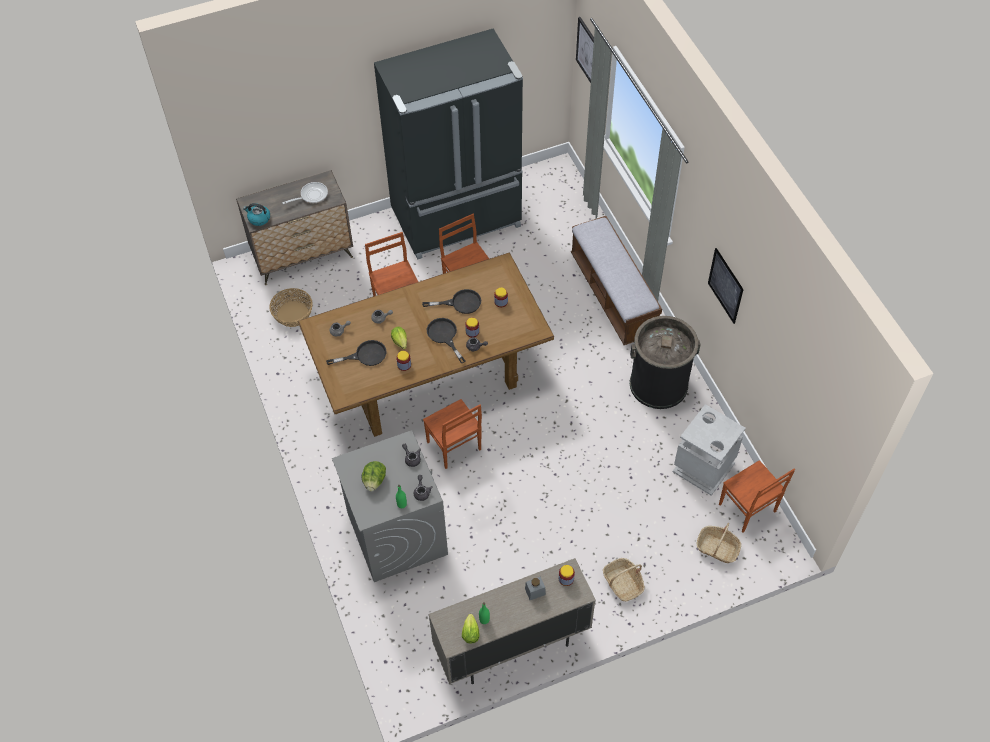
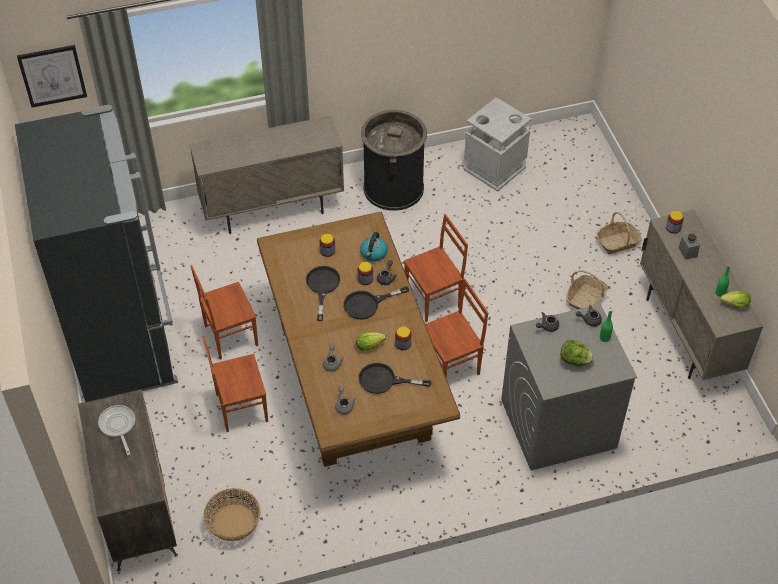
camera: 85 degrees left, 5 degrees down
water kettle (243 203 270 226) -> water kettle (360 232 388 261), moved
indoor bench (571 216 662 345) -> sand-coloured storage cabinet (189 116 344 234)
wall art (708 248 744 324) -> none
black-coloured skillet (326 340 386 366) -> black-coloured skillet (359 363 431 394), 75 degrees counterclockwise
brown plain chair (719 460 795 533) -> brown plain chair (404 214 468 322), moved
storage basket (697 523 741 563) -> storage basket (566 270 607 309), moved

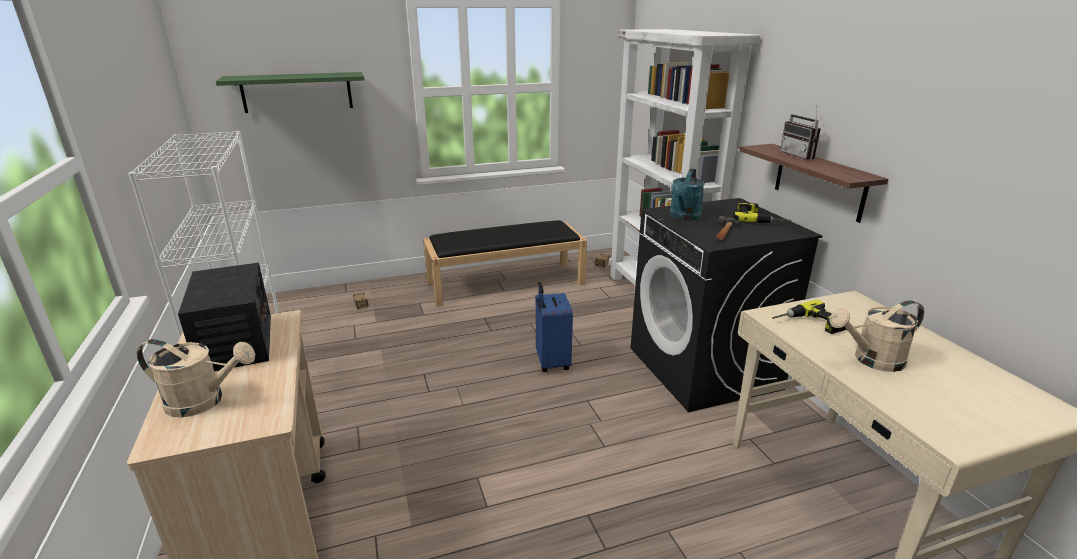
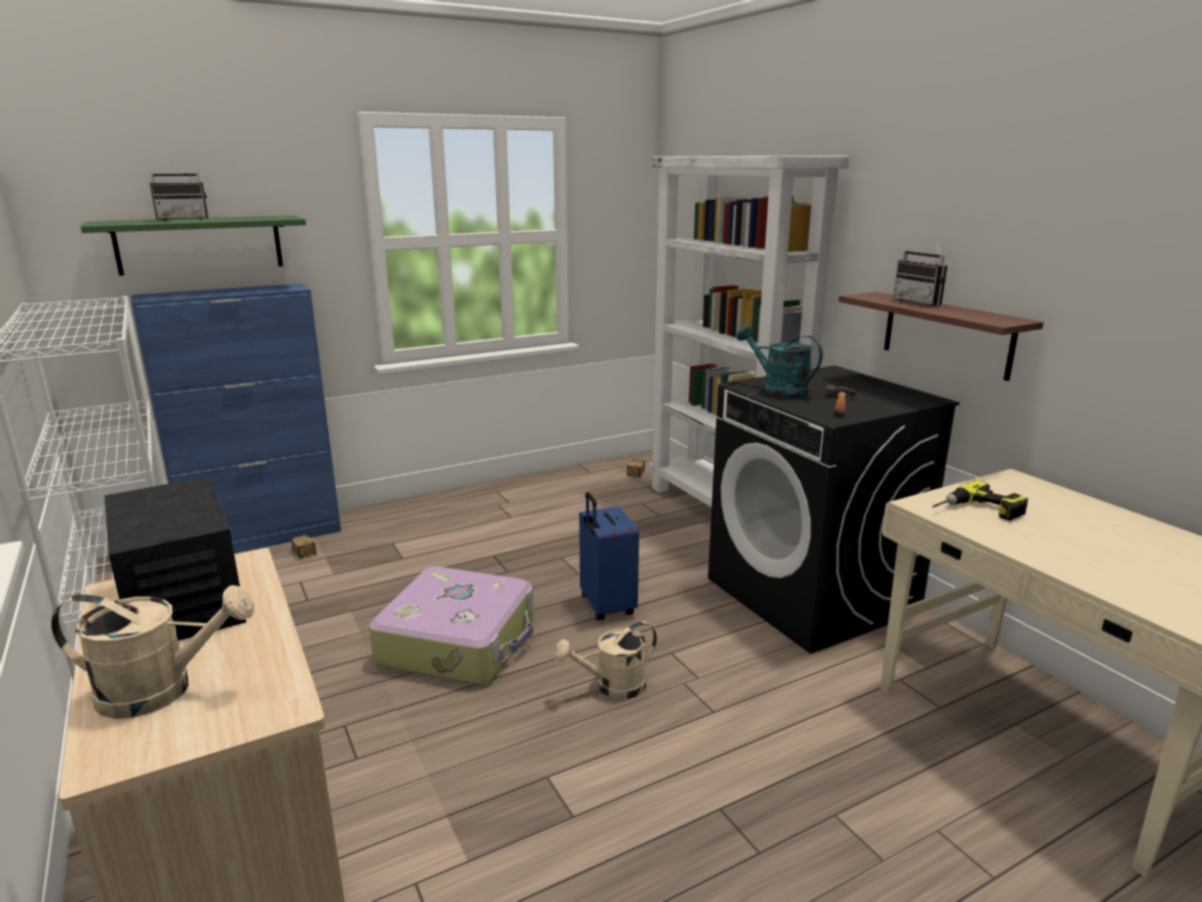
camera: 10 degrees left, 5 degrees down
blue-green sprinkling can (670 169 705 220) -> blue-green sprinkling can (736 325 823 398), 120 degrees clockwise
electric drill (732 203 791 223) -> none
black-coloured indoor bench (423 220 587 307) -> none
sand-coloured sprinkling can (829 300 924 372) -> sand-coloured sprinkling can (554 621 657 699), moved
none -> radio set (150 161 209 220)
none -> blue storage cabinet (131 283 341 553)
none -> piece of luggage (369 567 534 685)

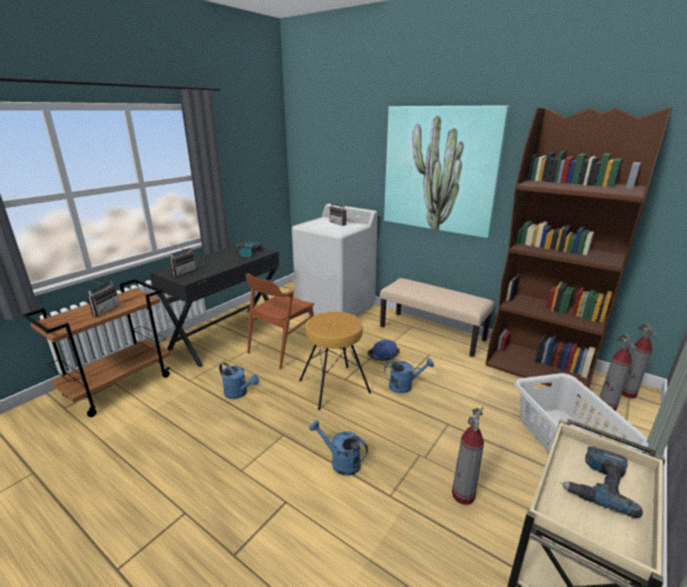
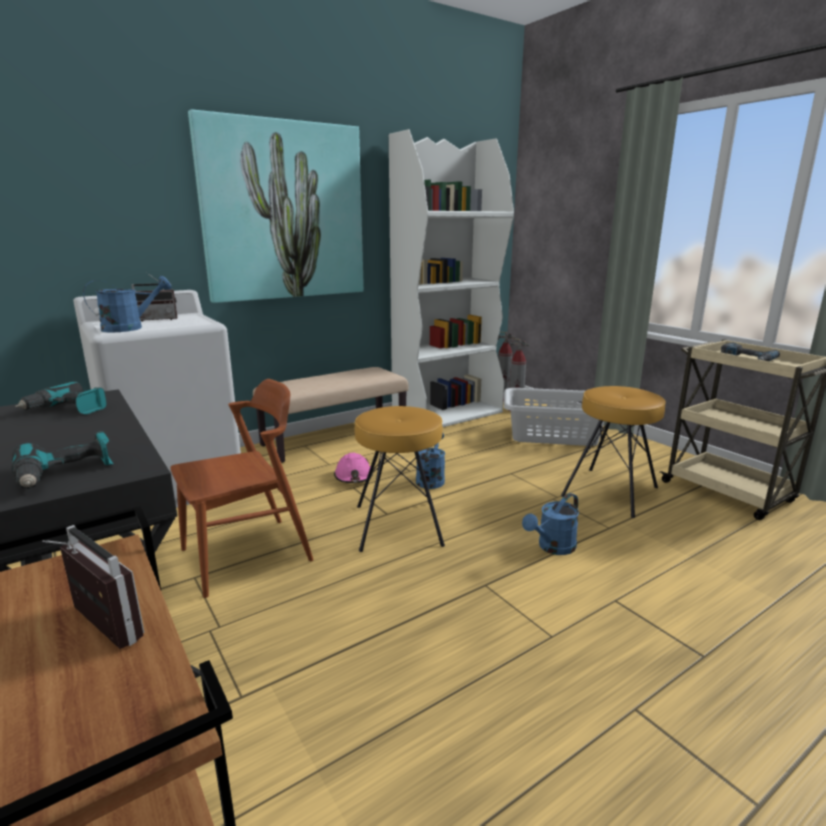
camera: 70 degrees left, 5 degrees down
brown bookcase (486 107 672 397) -> whitish bookcase (389 129 514 427)
radio set (170 244 196 277) -> electric drill (12 431 114 489)
brown plain chair (245 274 314 369) -> brown plain chair (170 379 314 598), 90 degrees counterclockwise
blue safety helmet (368 340 400 361) -> pink safety helmet (334 453 373 483)
blue sprinkling can (219 362 259 399) -> blue sprinkling can (83 276 171 333), moved
fire extinguisher (452 407 484 505) -> brown stool seat (561 386 666 518)

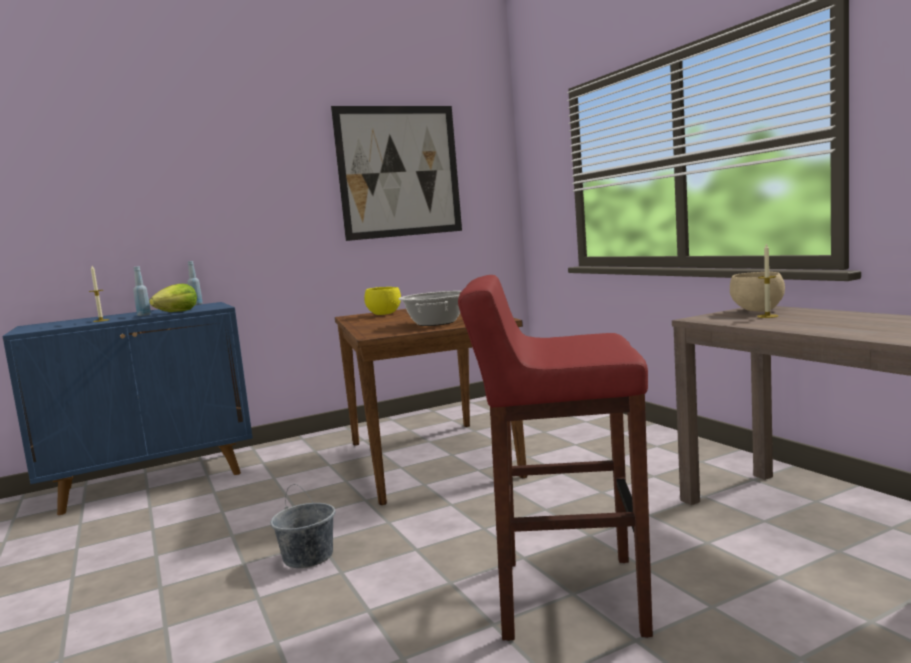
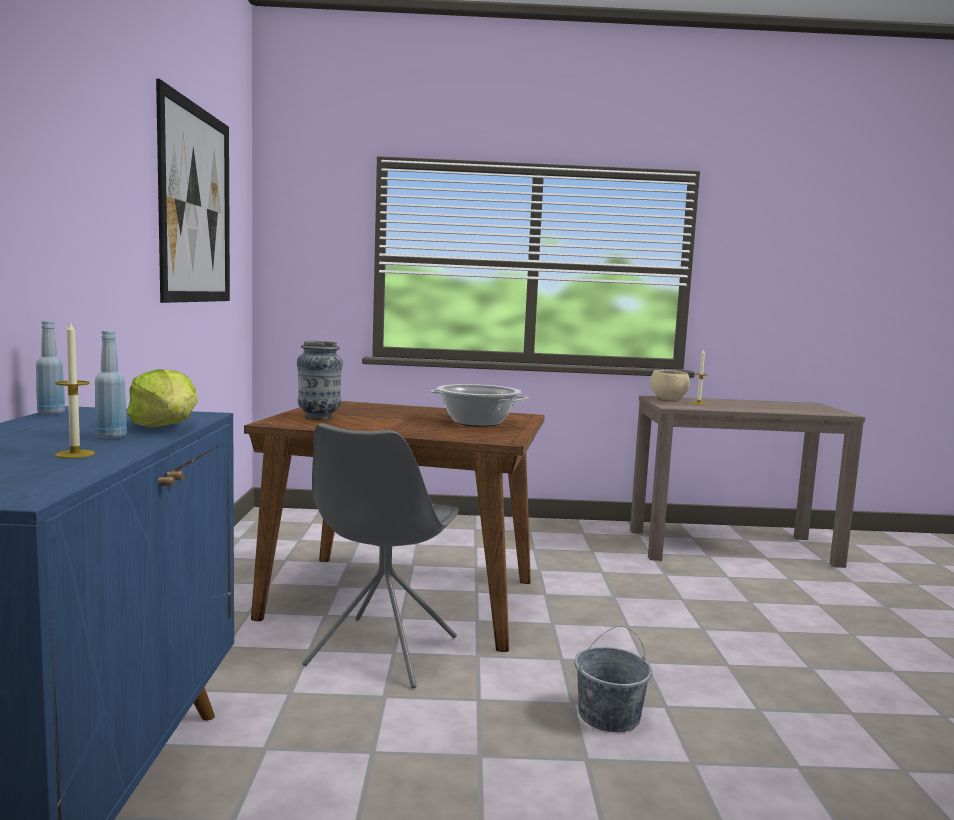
camera: 65 degrees left, 0 degrees up
reddish stool seat (458 275 653 641) -> none
yellowish deep dish (364 287 401 315) -> flower vase (297 341 343 420)
none -> greyish plain chair (302 423 459 688)

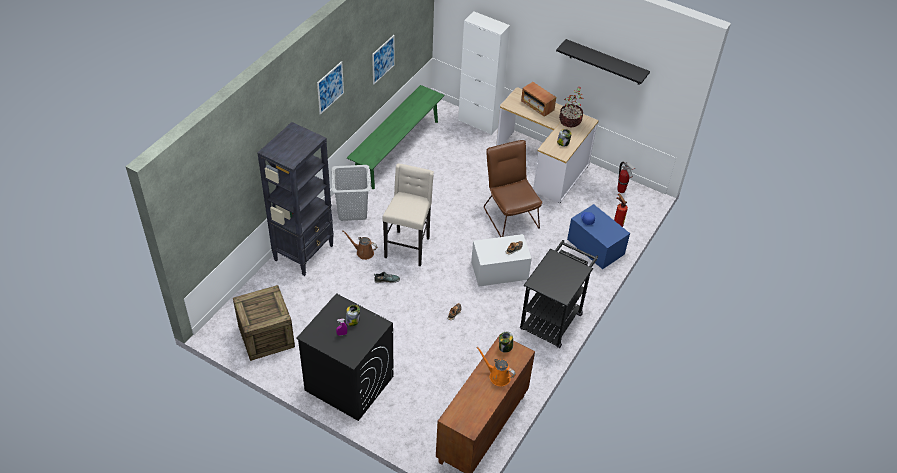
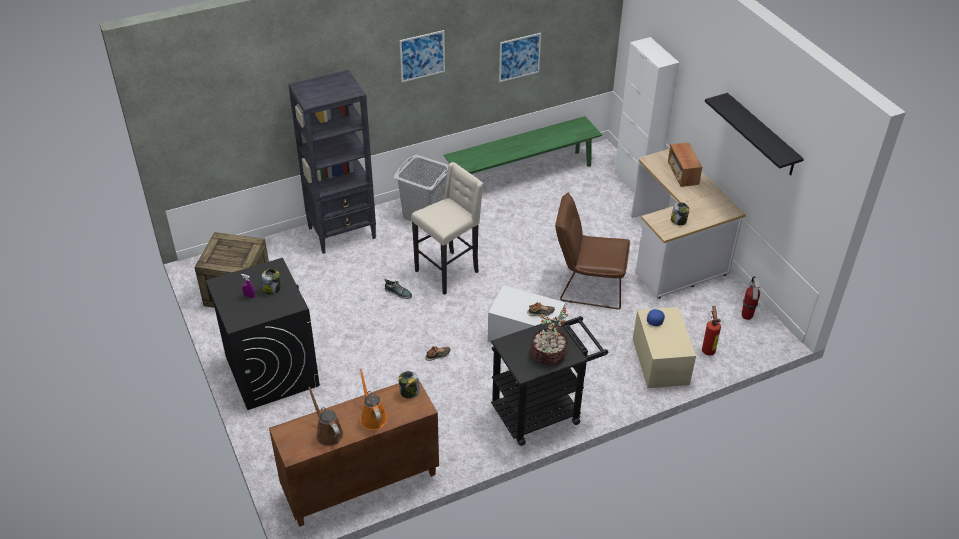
camera: 35 degrees right, 5 degrees down
plant in a pot (559 87 583 127) -> plant in a pot (531 308 568 365), moved
brown plain chair (484 140 542 237) -> brown plain chair (555 192 630 309), 90 degrees counterclockwise
blue storage container (567 204 630 269) -> sand-coloured storage container (633 307 696 388)
brown sprinkling can (342 230 377 260) -> brown sprinkling can (308 387 344 446), moved

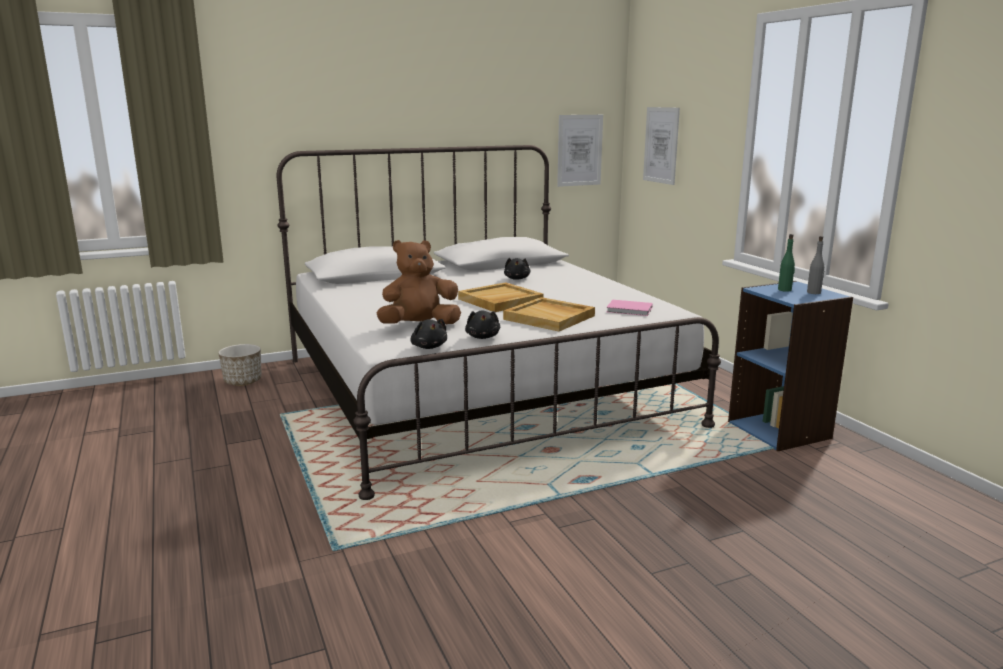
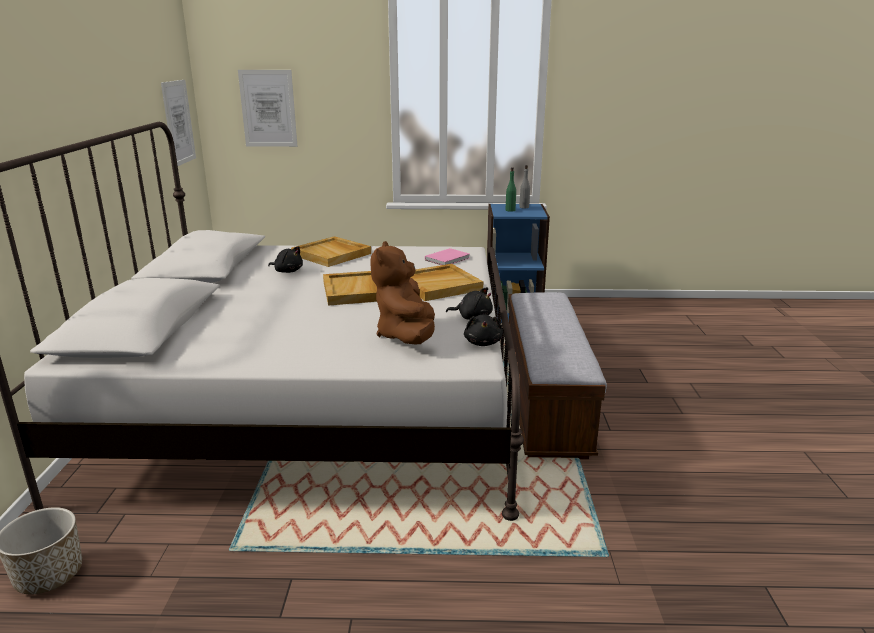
camera: 65 degrees left, 5 degrees up
black-coloured cuddly toy (410 319 447 349) -> black-coloured cuddly toy (464 314 503 346), 90 degrees clockwise
none -> sand-coloured tray (291 236 371 267)
none -> indoor bench (508 292 607 459)

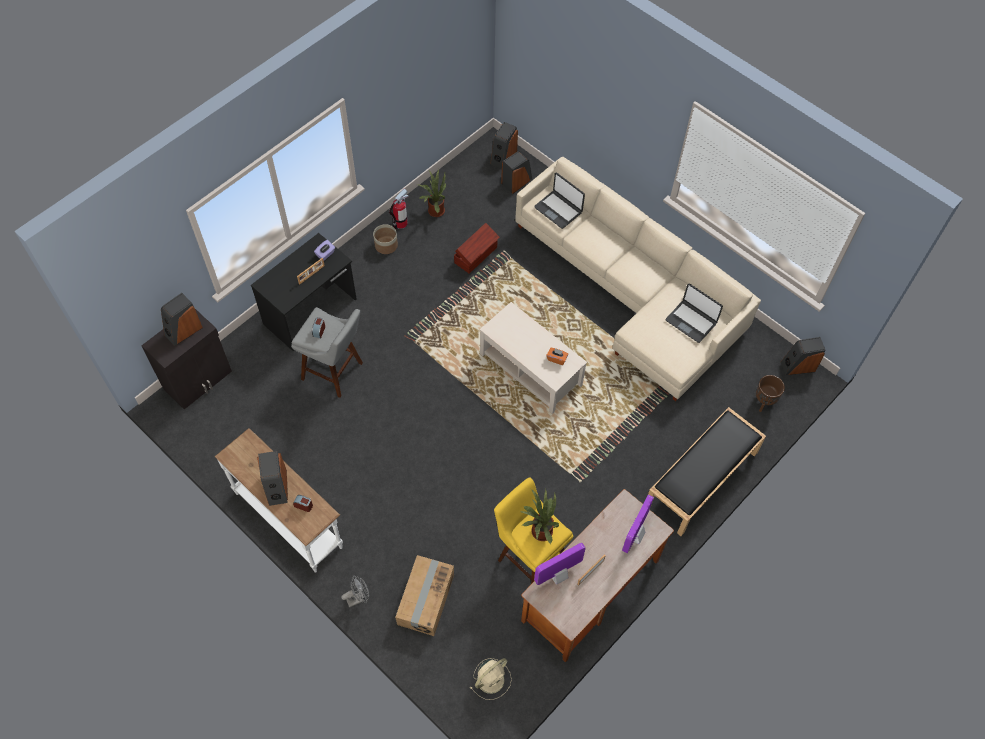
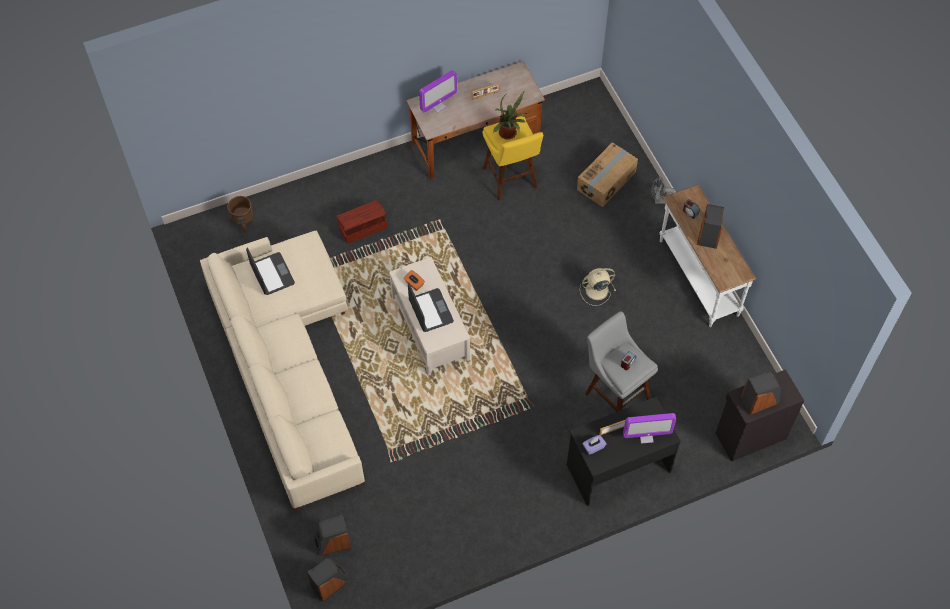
camera: 155 degrees left, 0 degrees up
plant in a pot (417 169 446 217) -> none
notebook computer (534 172 585 229) -> notebook computer (408 283 454 332), moved
fire extinguisher (389 189 409 229) -> none
brown storage container (454 223 500 274) -> brown storage container (336 200 387 244), moved
plant pot (373 224 398 254) -> none
audio speaker (781 337 826 375) -> none
black-coloured indoor bench (648 407 766 536) -> none
monitor (534 543 586 585) -> monitor (623 413 676 444), moved
sand-coloured cooling fan (470 658 512 700) -> sand-coloured cooling fan (580 268 616 306), moved

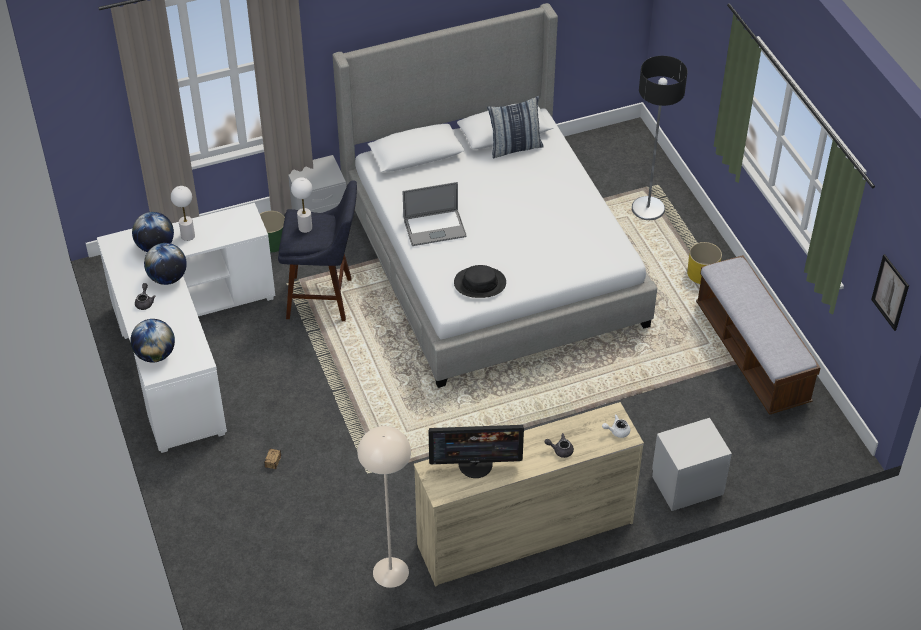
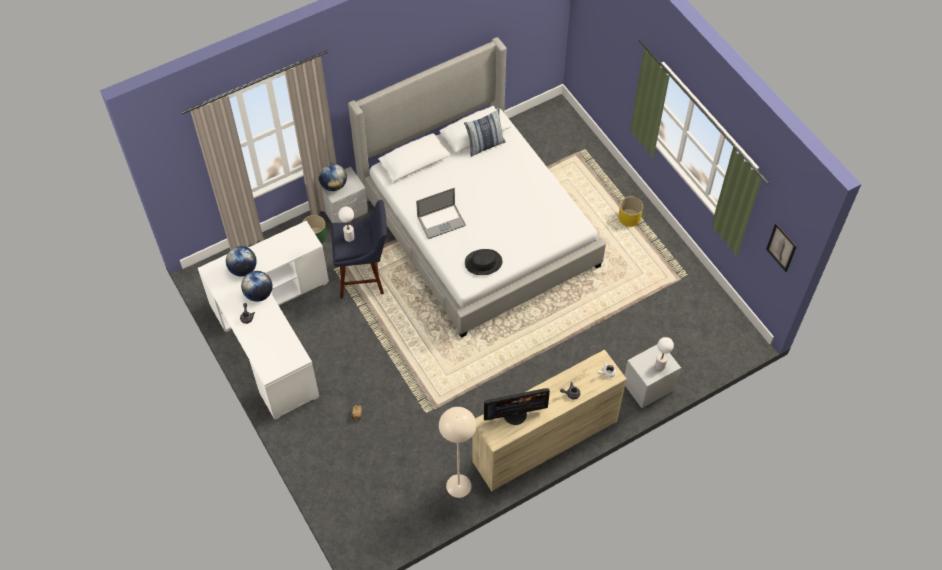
camera: 10 degrees left, 10 degrees up
standard lamp (632 56 687 220) -> none
whitish lamp for a table (171 186 195 241) -> whitish lamp for a table (655 337 674 370), moved
indoor bench (696 255 821 415) -> none
desk globe (130 319 175 362) -> desk globe (319 163 347 191), moved

